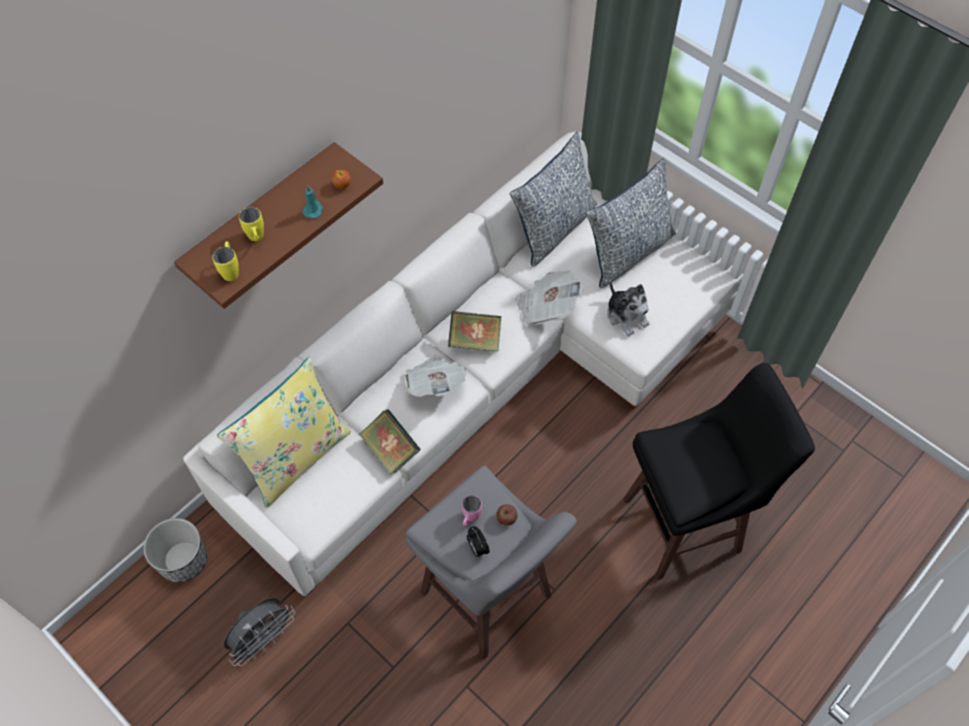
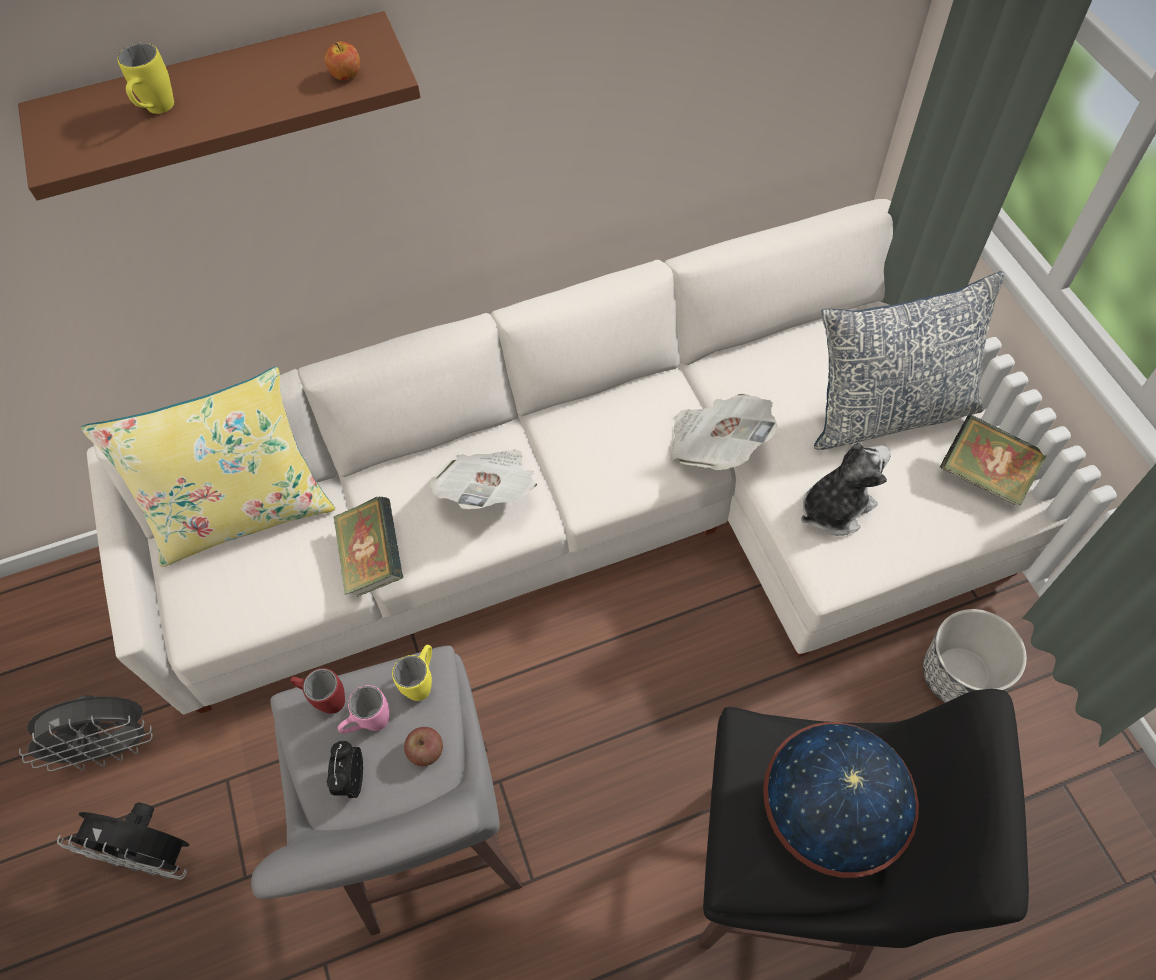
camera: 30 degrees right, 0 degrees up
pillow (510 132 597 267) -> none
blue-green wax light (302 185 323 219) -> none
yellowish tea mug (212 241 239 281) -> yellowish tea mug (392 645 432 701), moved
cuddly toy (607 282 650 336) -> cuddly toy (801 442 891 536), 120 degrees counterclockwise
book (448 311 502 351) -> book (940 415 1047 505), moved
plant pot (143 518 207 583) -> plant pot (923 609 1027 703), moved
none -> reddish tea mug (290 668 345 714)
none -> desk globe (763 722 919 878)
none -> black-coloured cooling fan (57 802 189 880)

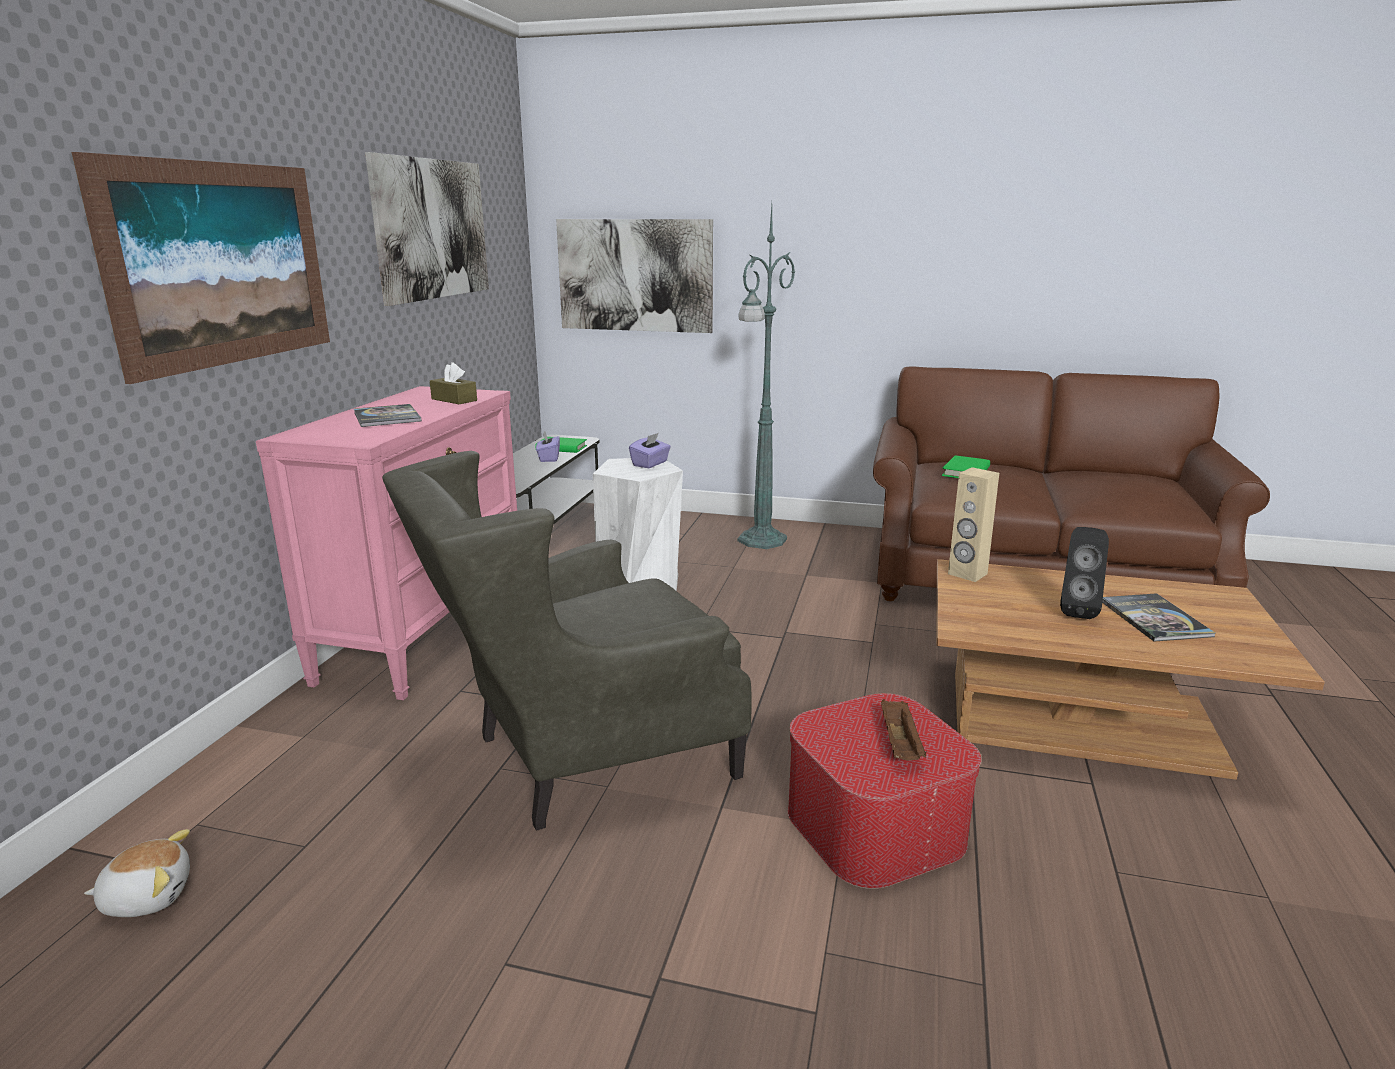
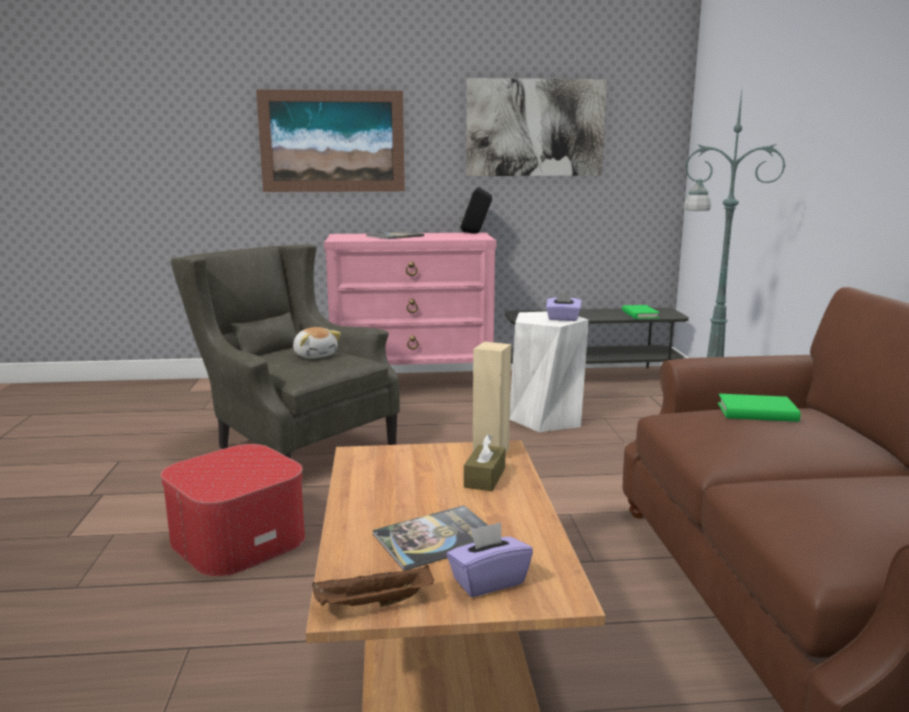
camera: 70 degrees right, 5 degrees down
wall art (556 219 713 333) -> none
brown tissue holder (430 362 477 404) -> brown tissue holder (464 434 506 491), moved
purplish tissue holder (536 431 560 462) -> purplish tissue holder (447 522 533 597), moved
black-coloured audio speaker (1060 527 1109 619) -> black-coloured audio speaker (460 187 492 233), moved
brown tray (881 699 926 760) -> brown tray (312 565 434 607), moved
cuddly toy (84 829 190 917) -> cuddly toy (293 327 341 359), moved

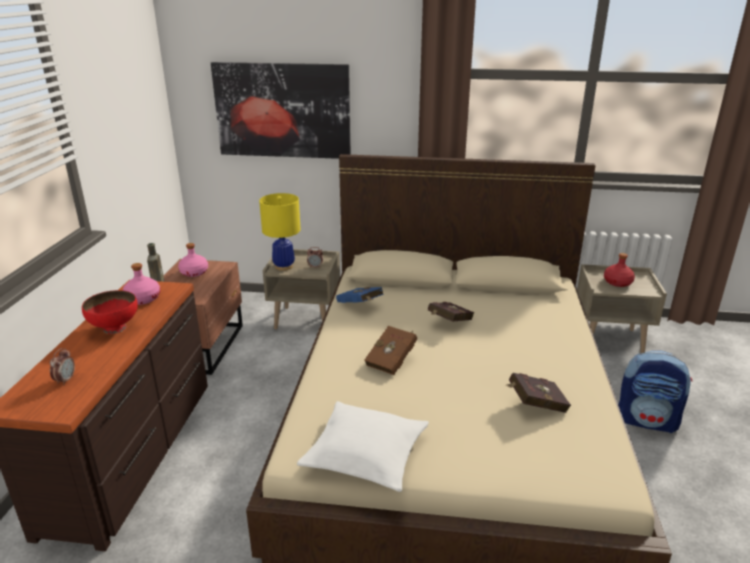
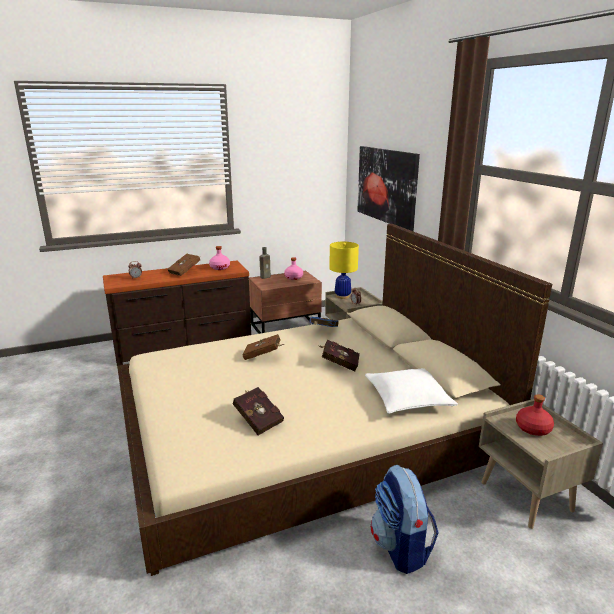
camera: 60 degrees right, 5 degrees down
reddish deep dish (82 290 138 334) -> brown book (167 254 200 276)
whitish pillow (297 401 429 492) -> whitish pillow (365 368 458 414), moved

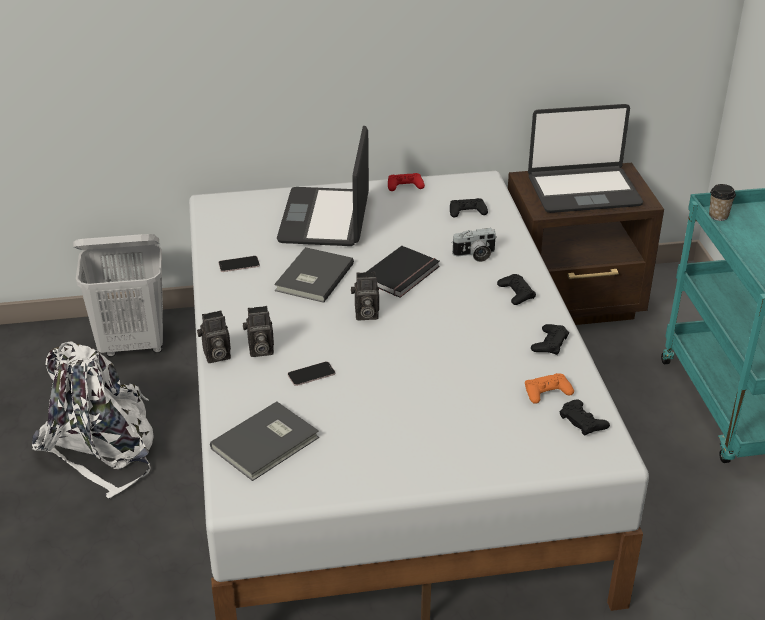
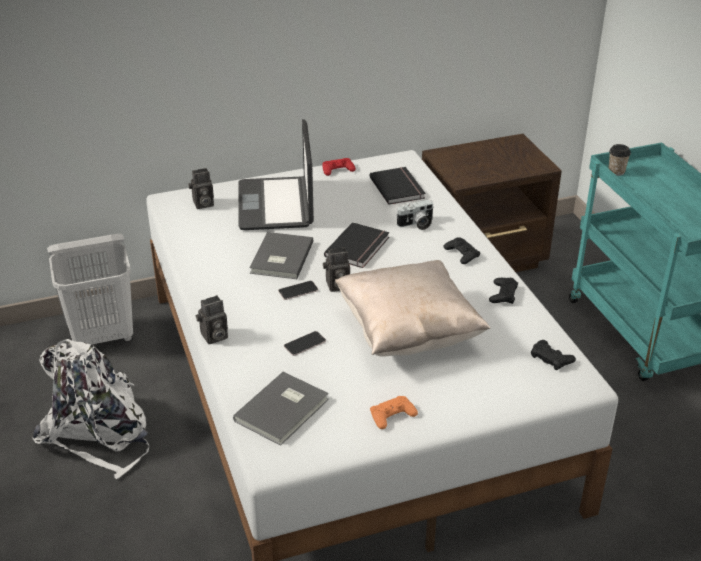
camera: 10 degrees left, 0 degrees up
notebook computer (528 104 643 213) -> none
black-coloured joypad (450 198 488 217) -> black-coloured book (370 167 426 205)
telephone (218 256 260 272) -> telephone (278 281 318 300), moved
still camera (243 306 274 357) -> still camera (188 168 214 209), moved
orangey joypad (525 373 574 404) -> orangey joypad (370 396 418 429), moved
none -> sand-coloured pillow (335 260 490 357)

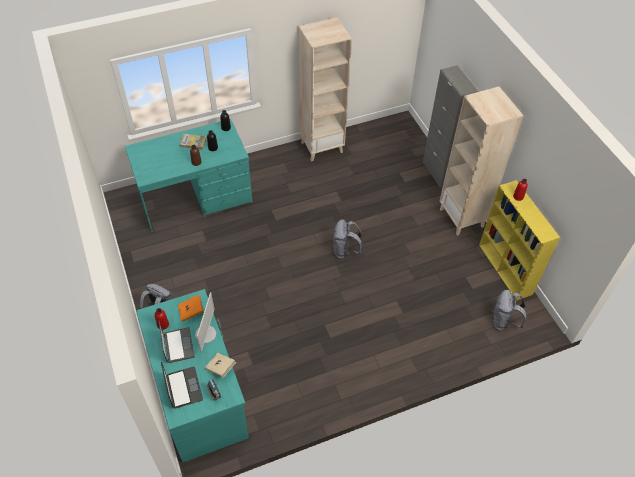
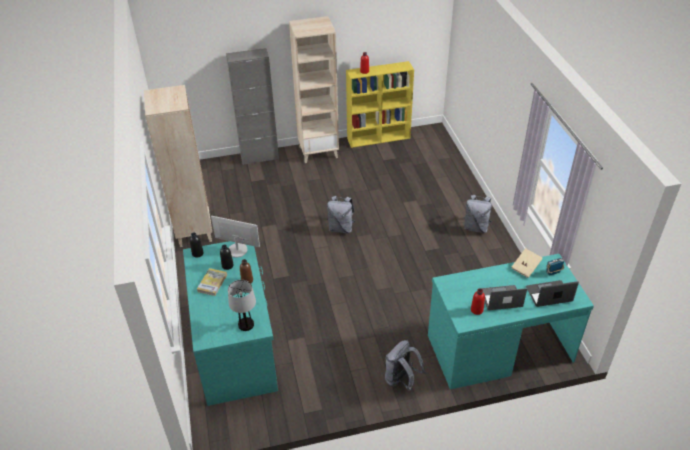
camera: 80 degrees left, 10 degrees down
greyish backpack (492 290 526 331) -> greyish backpack (463 195 492 233), moved
monitor (195 292 216 352) -> monitor (211 216 260 258), moved
orangey book (178 294 204 322) -> none
none -> lamp for a table (228 280 256 331)

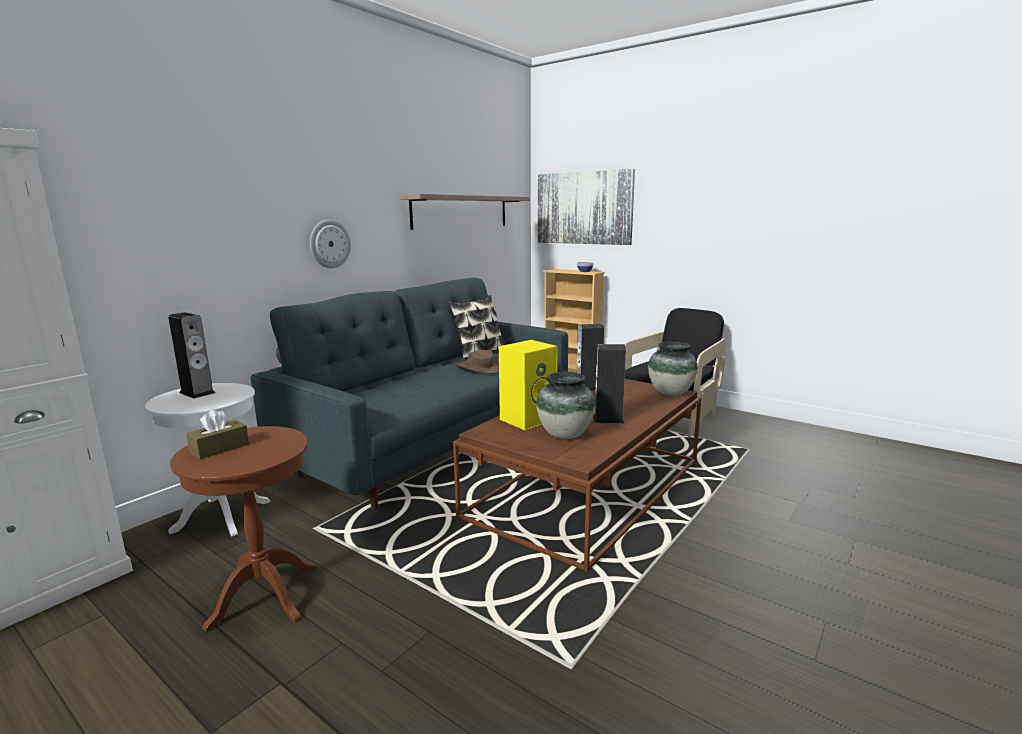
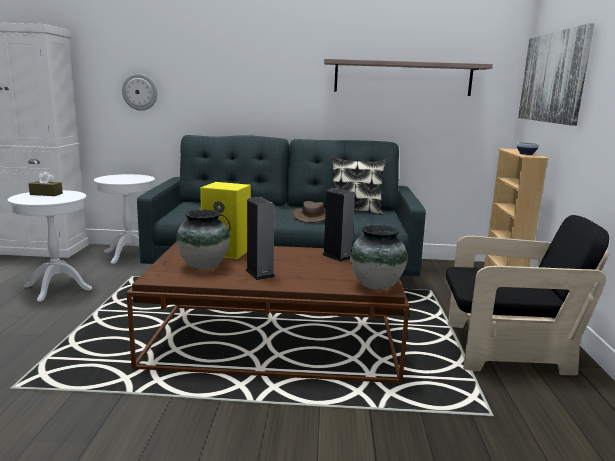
camera: 55 degrees right, 0 degrees up
clock on the wall (310 219 351 268) -> clock on the wall (122 73 157 111), moved
audio speaker (168 312 215 398) -> none
brown accent table (170 426 317 632) -> whitish accent table (8 190 92 302)

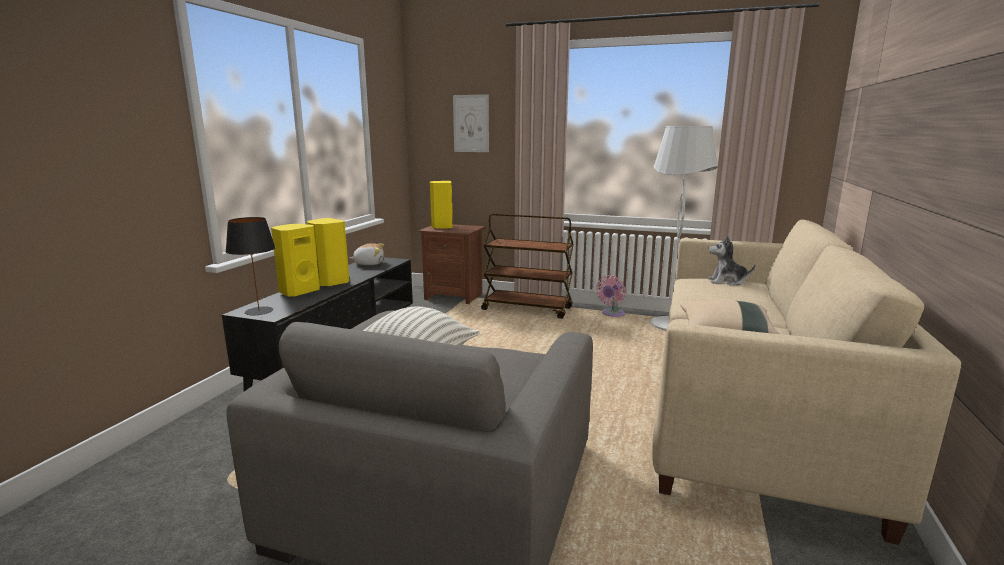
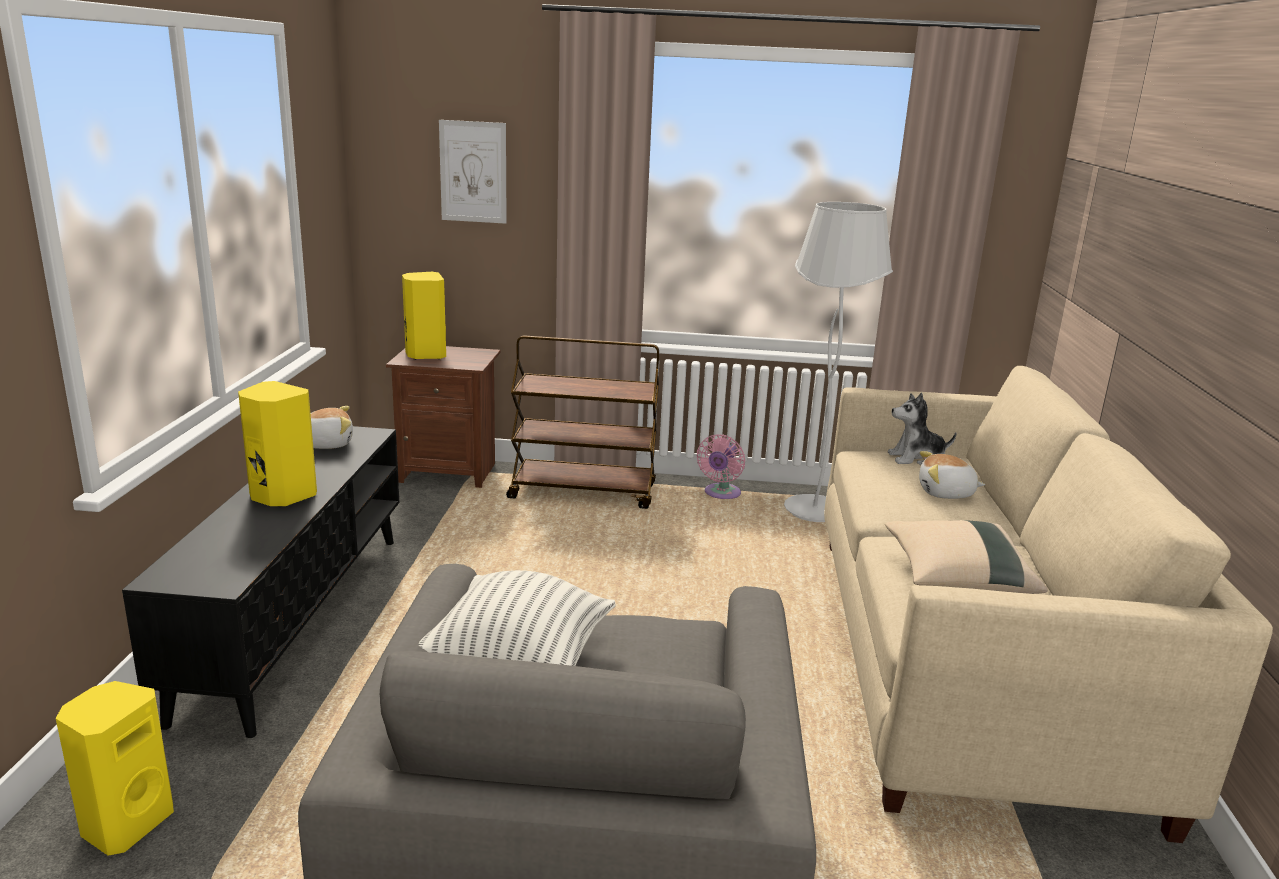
camera: 15 degrees left, 5 degrees up
black-coloured lamp for a table (225 217 276 315) -> none
yellowish audio speaker (271 224 320 297) -> yellowish audio speaker (56 681 174 856), moved
none -> cuddly toy (919 451 985 499)

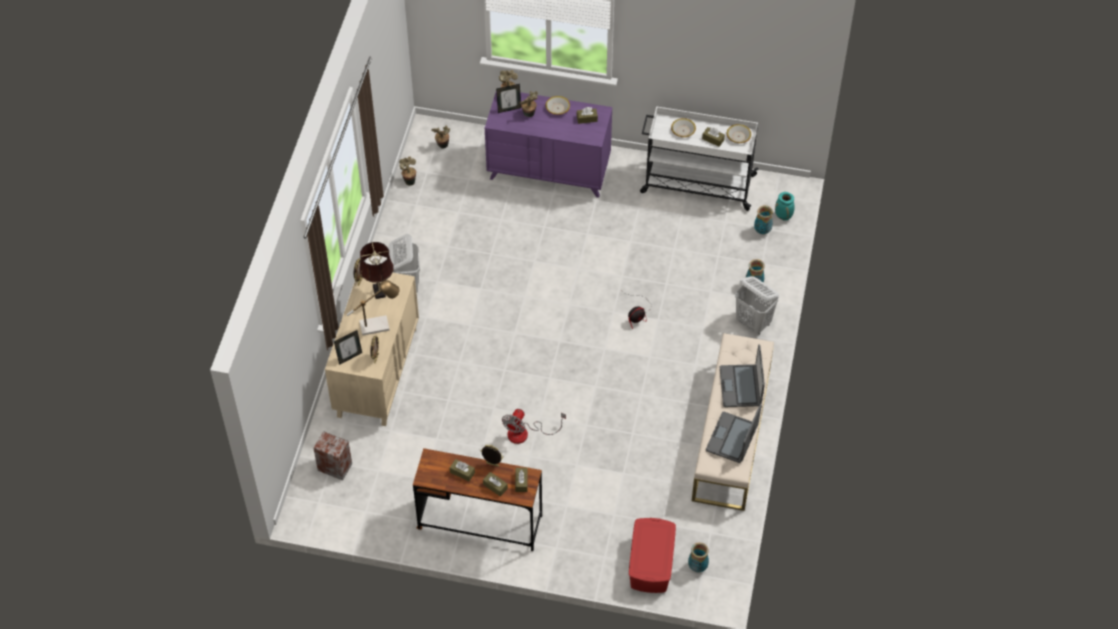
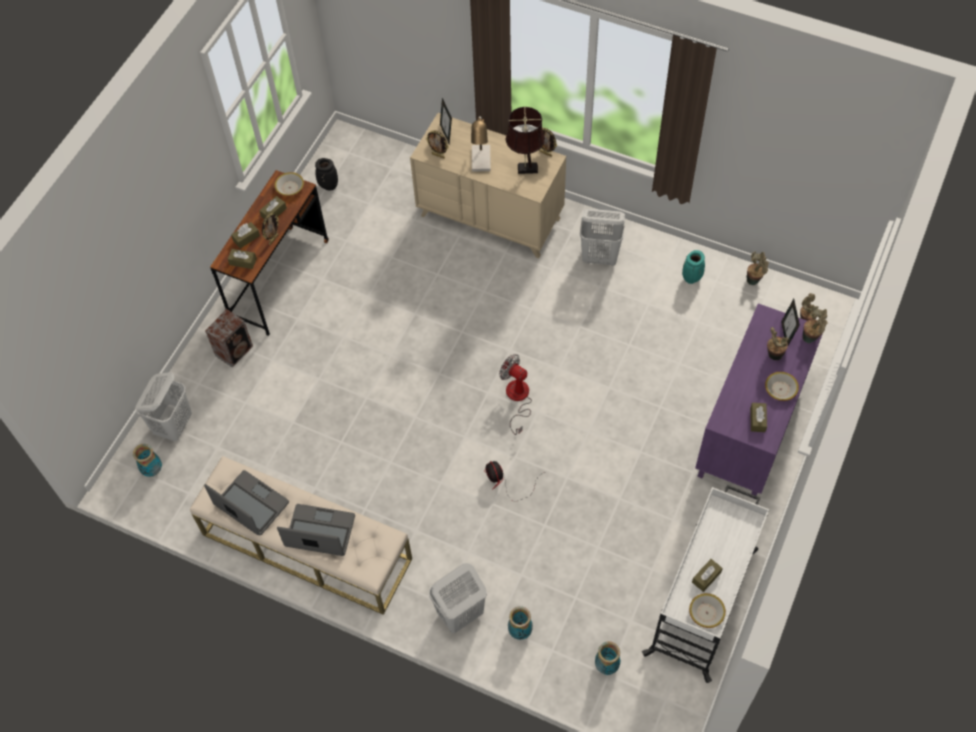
camera: 105 degrees right, 5 degrees up
deep dish (671 118 696 137) -> deep dish (274 172 304 196), moved
blue-green flower vase (775 192 795 221) -> blue-green flower vase (682 250 705 284), moved
cooling fan (502 409 566 444) -> cooling fan (499 354 532 435), moved
audio speaker (313 431 352 481) -> audio speaker (205 309 253 368), moved
reddish storage container (629 518 676 593) -> whitish hamper (135 372 192 441)
none -> black-coloured flower vase (315 158 338 191)

